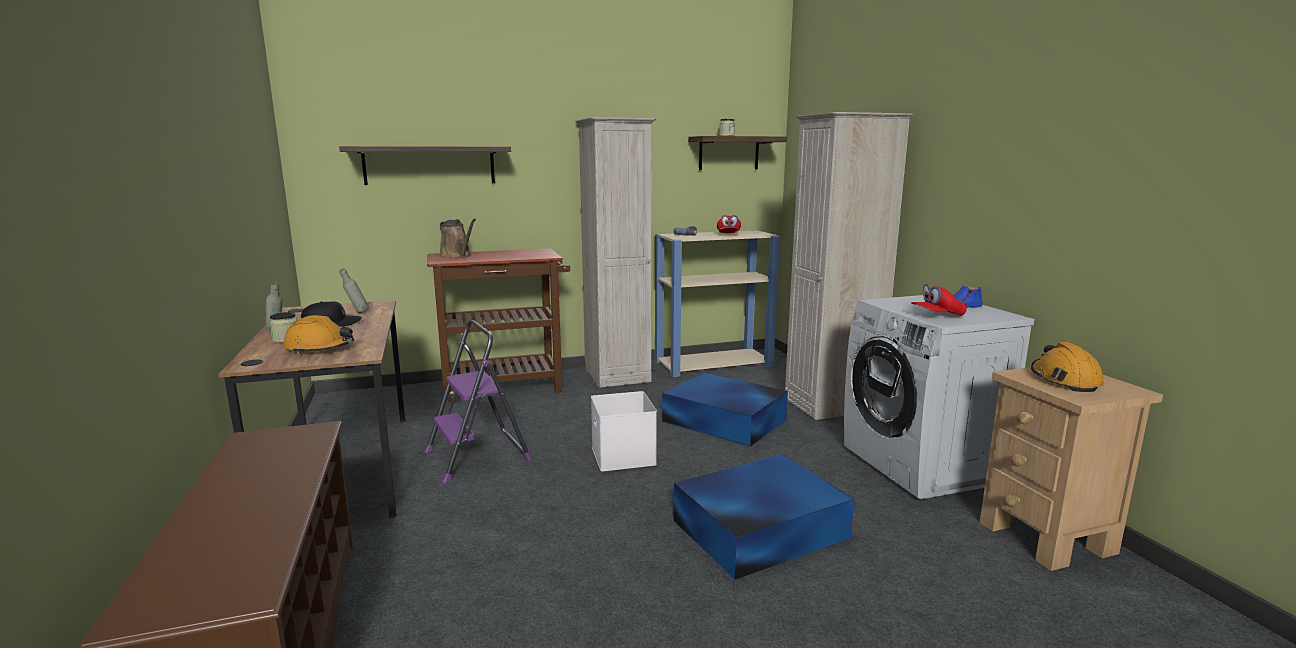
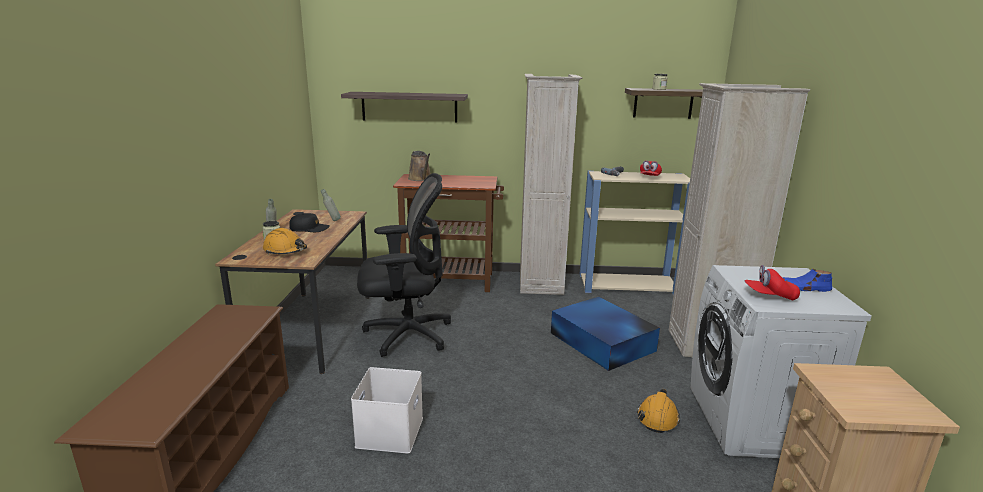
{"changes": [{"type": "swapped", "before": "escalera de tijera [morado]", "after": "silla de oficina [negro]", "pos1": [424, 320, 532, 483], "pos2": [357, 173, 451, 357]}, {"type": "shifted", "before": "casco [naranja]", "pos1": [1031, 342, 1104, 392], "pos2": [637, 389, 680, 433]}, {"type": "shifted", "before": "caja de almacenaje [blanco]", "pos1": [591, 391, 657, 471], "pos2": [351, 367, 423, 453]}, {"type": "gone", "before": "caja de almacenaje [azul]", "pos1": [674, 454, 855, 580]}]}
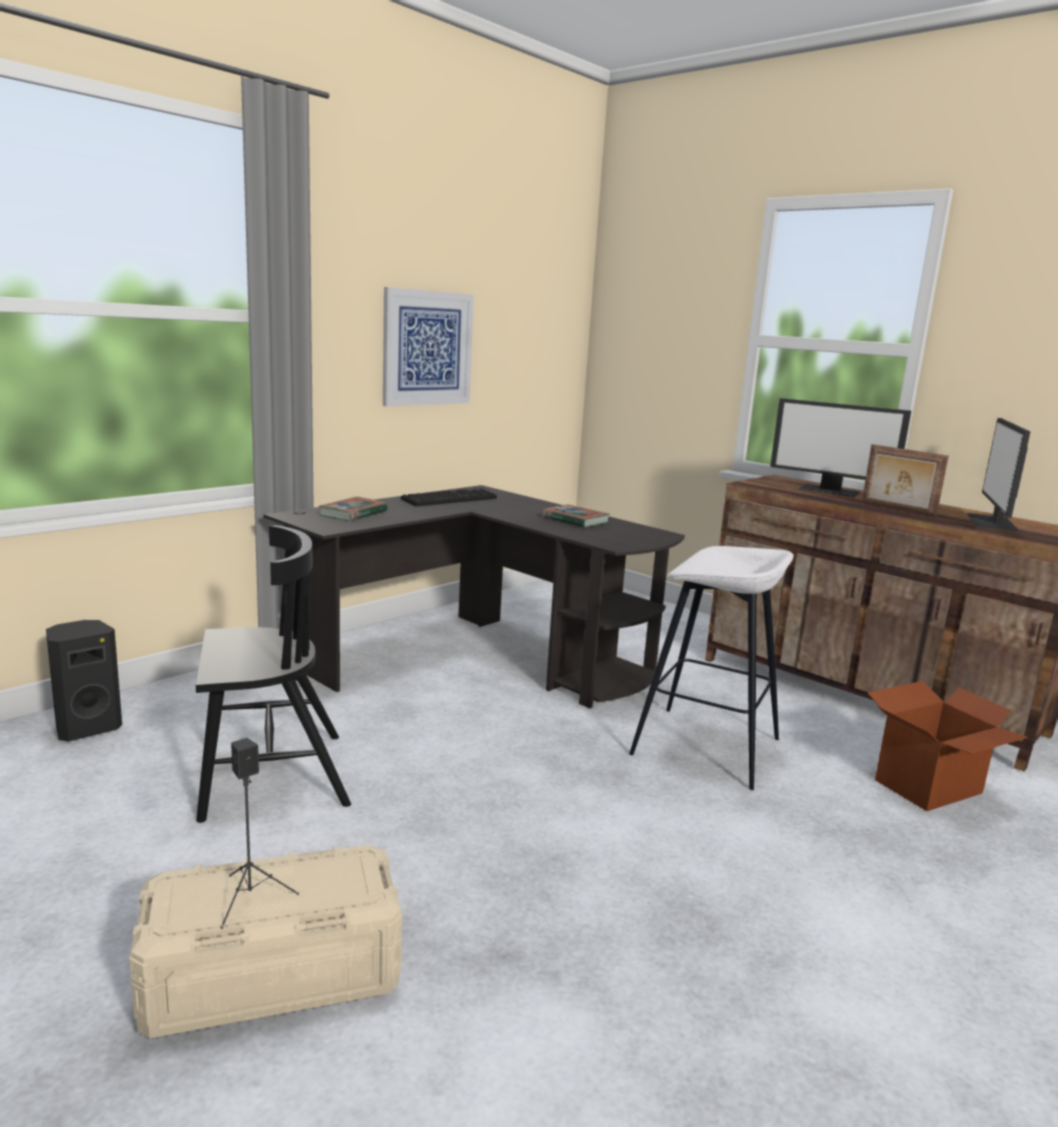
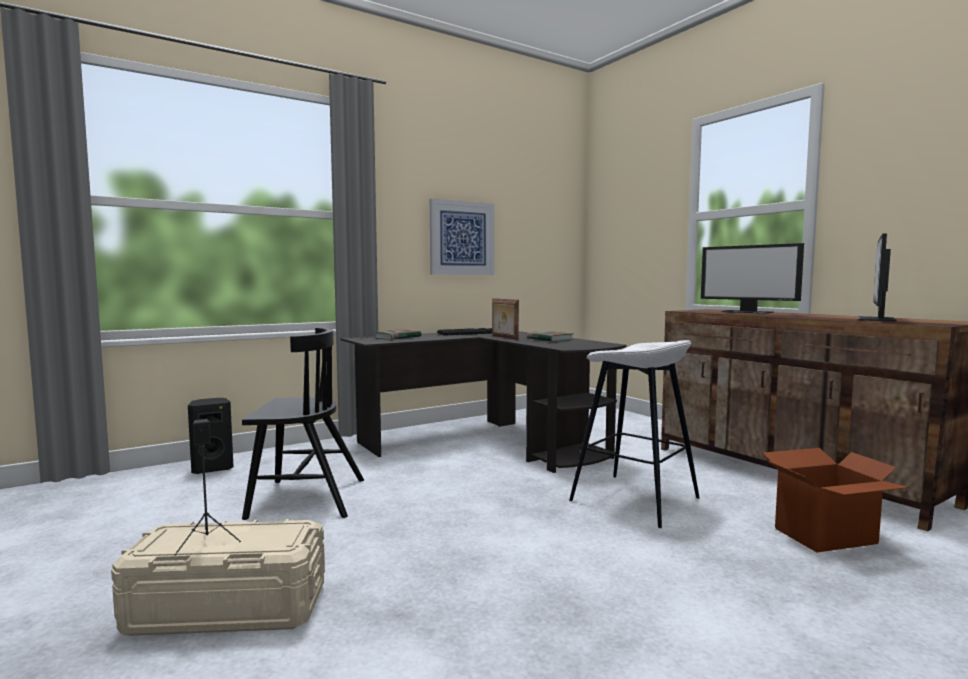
{"changes": [{"type": "shifted", "before": "portarretratos", "pos1": [862, 444, 949, 518], "pos2": [492, 298, 519, 340]}]}
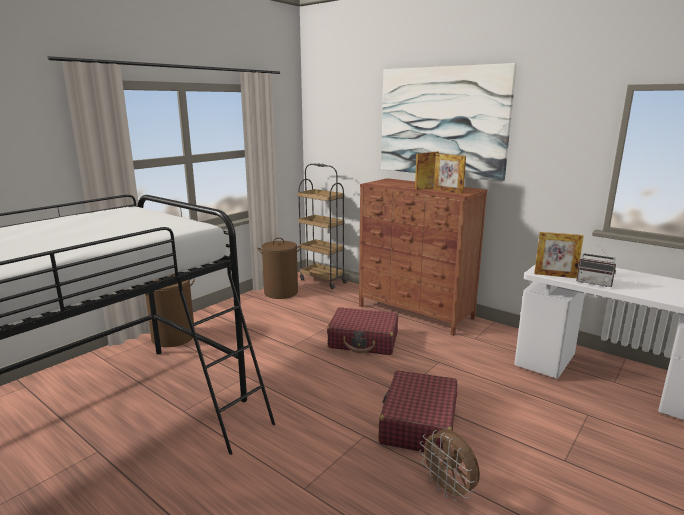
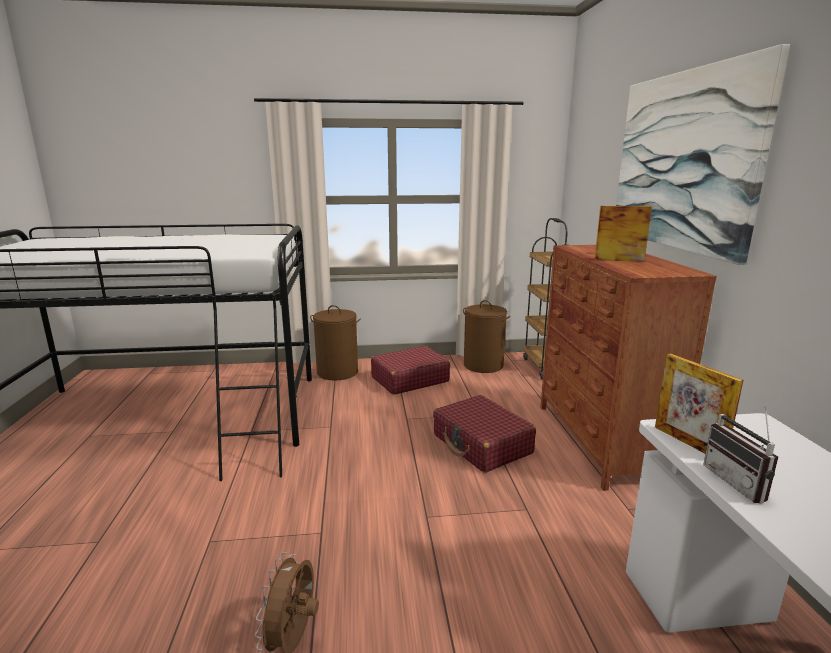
{"changes": [{"type": "gone", "before": "portarretratos", "pos1": [434, 153, 466, 194]}, {"type": "shifted", "before": "maleta [rojo]", "pos1": [379, 370, 457, 452], "pos2": [371, 346, 450, 395]}]}
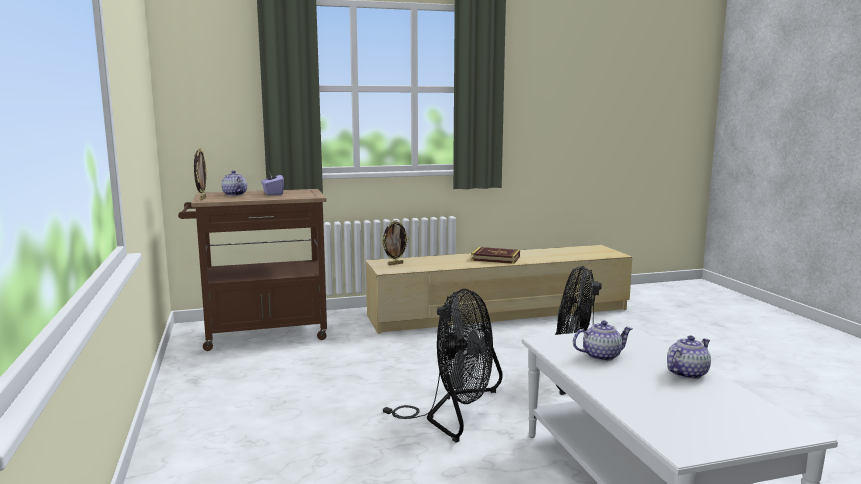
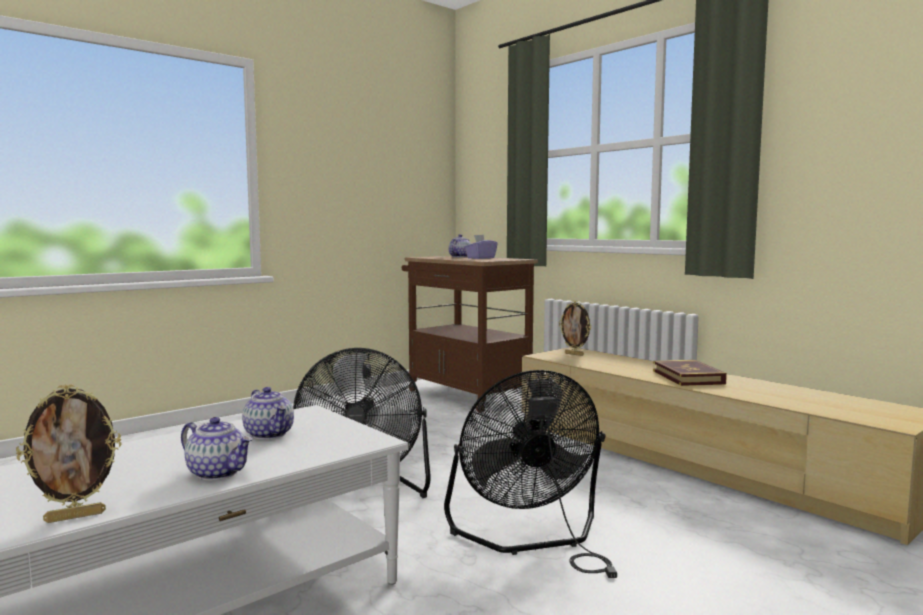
{"changes": [{"type": "shifted", "before": "portarretratos", "pos1": [194, 148, 207, 200], "pos2": [16, 384, 122, 523]}]}
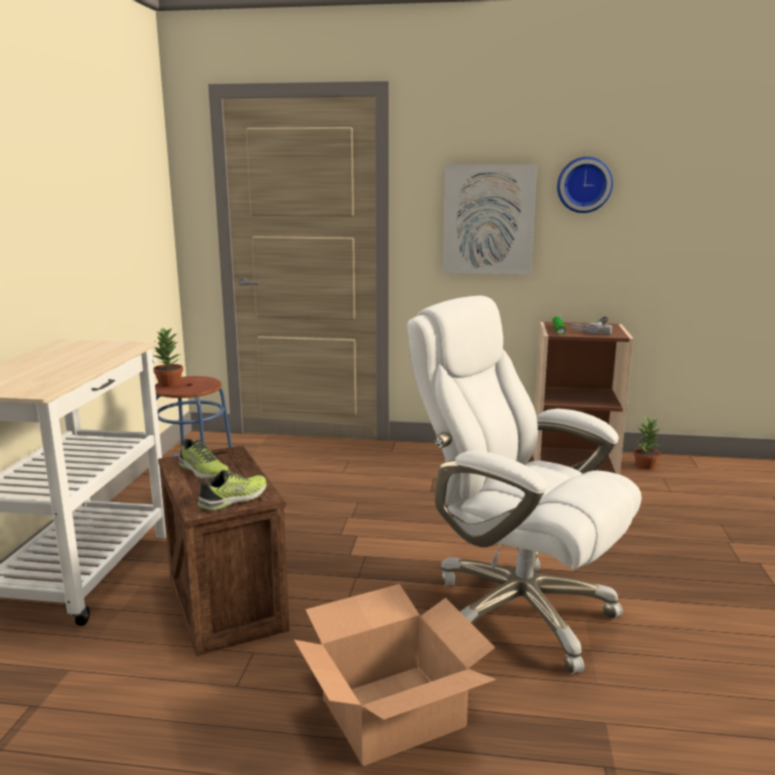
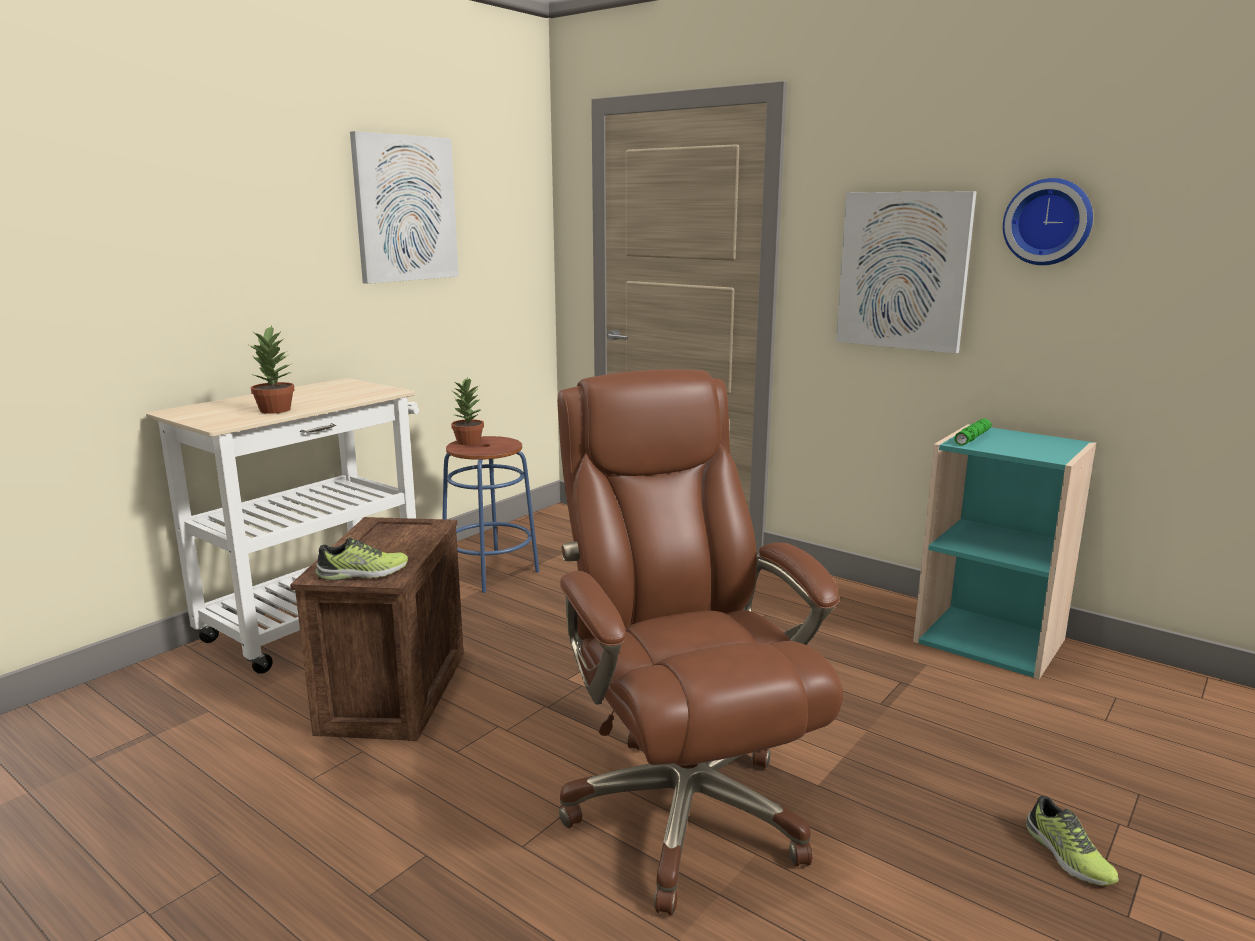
{"changes": [{"type": "repainted", "before": "silla de oficina [blanco]", "after": "silla de oficina [marrón]", "pos1": [407, 296, 642, 674], "pos2": [557, 369, 843, 915]}, {"type": "gone", "before": "martillo", "pos1": [570, 316, 612, 335]}, {"type": "repainted", "before": "estantería [marrón]", "after": "estantería [turquesa]", "pos1": [533, 322, 634, 475], "pos2": [913, 424, 1096, 679]}, {"type": "shifted", "before": "planta en maceta", "pos1": [634, 416, 661, 470], "pos2": [249, 325, 295, 414]}, {"type": "shifted", "before": "zapato", "pos1": [179, 439, 230, 479], "pos2": [1026, 796, 1119, 886]}, {"type": "gone", "before": "caja de cartón", "pos1": [294, 584, 496, 766]}, {"type": "new", "after": "cuadro", "pos2": [350, 131, 459, 284]}]}
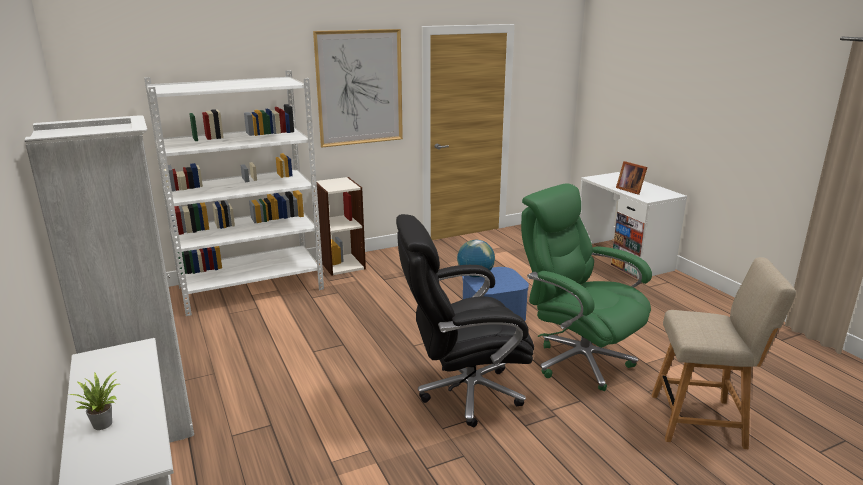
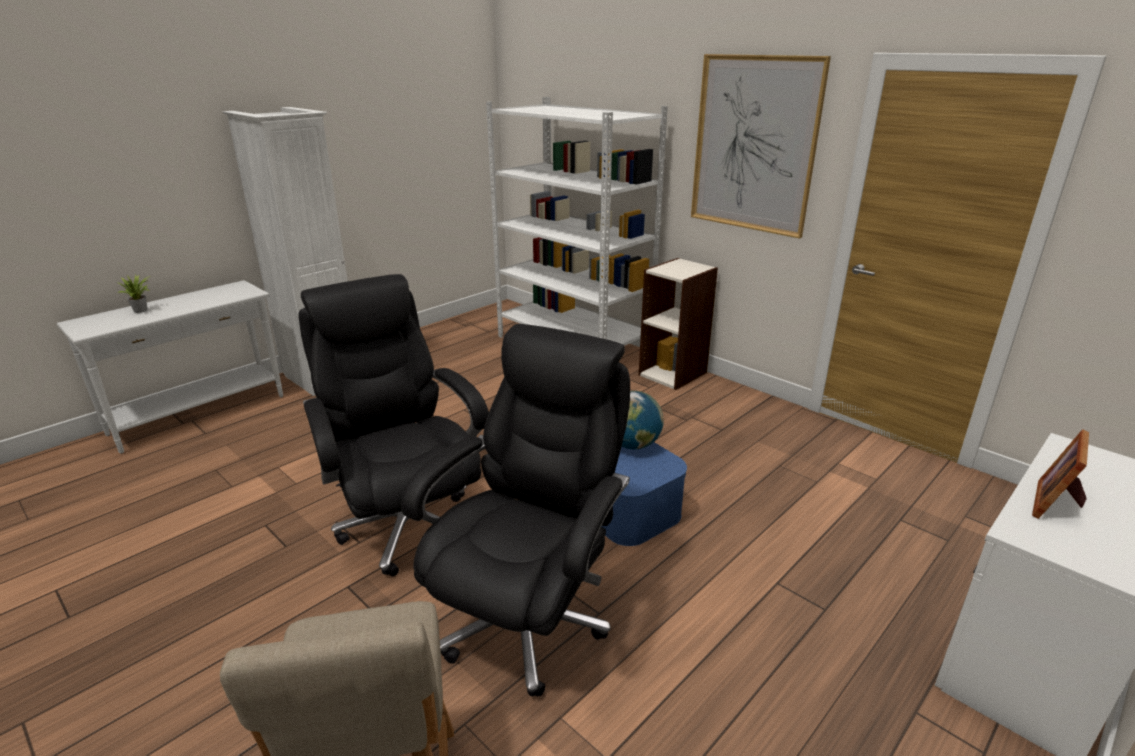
{"changes": [{"type": "repainted", "before": "silla de oficina [verde]", "after": "silla de oficina [negro]", "pos1": [521, 183, 652, 391], "pos2": [401, 324, 630, 697]}]}
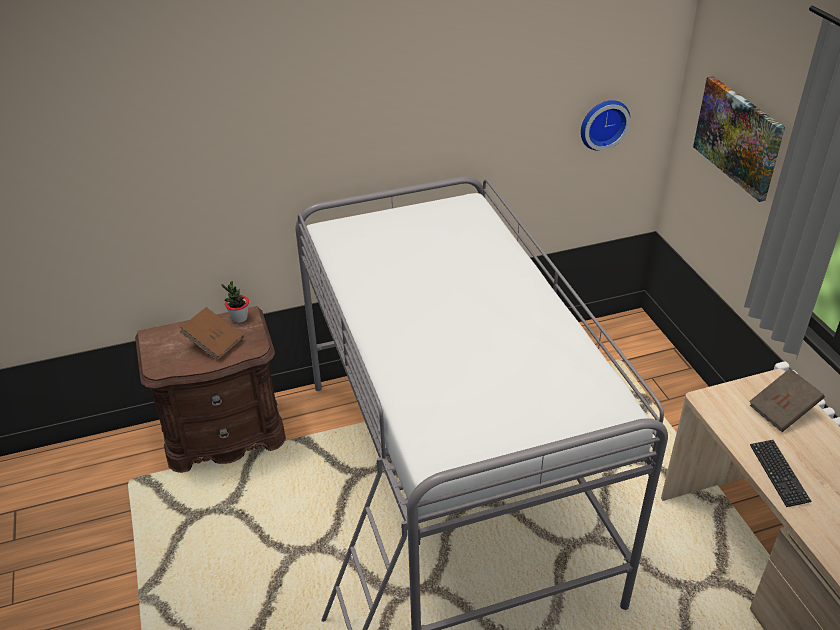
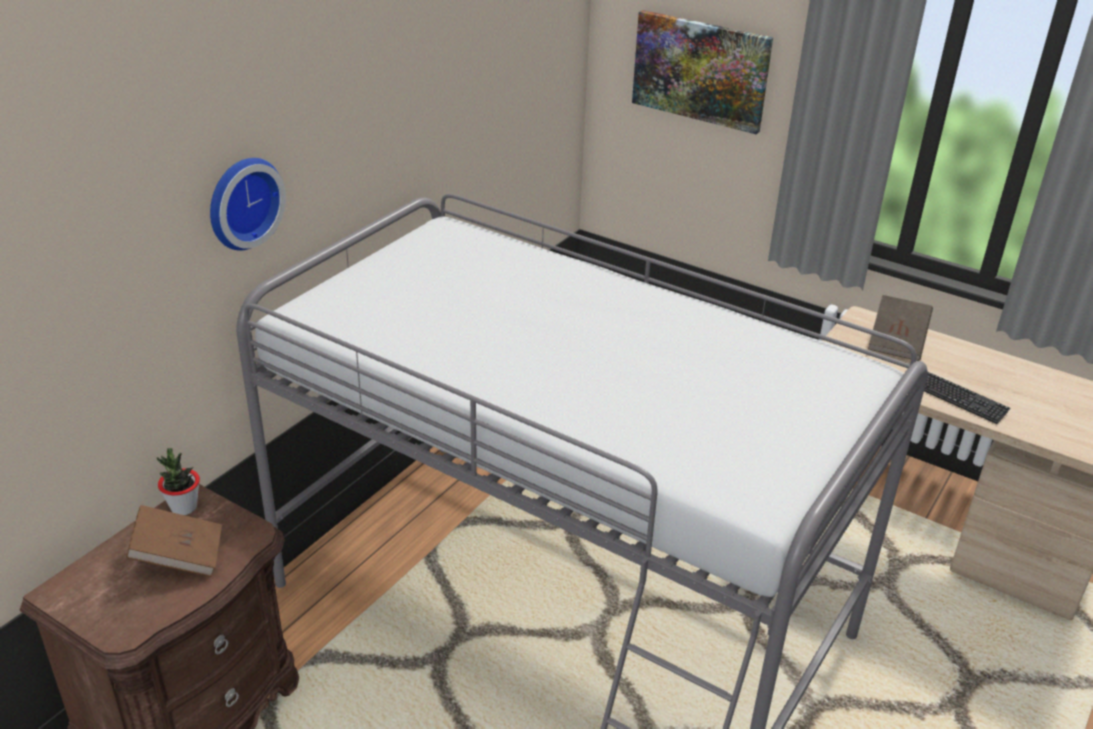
{"changes": [{"type": "shifted", "before": "reloj de pared", "pos1": [581, 100, 630, 151], "pos2": [210, 158, 286, 251]}]}
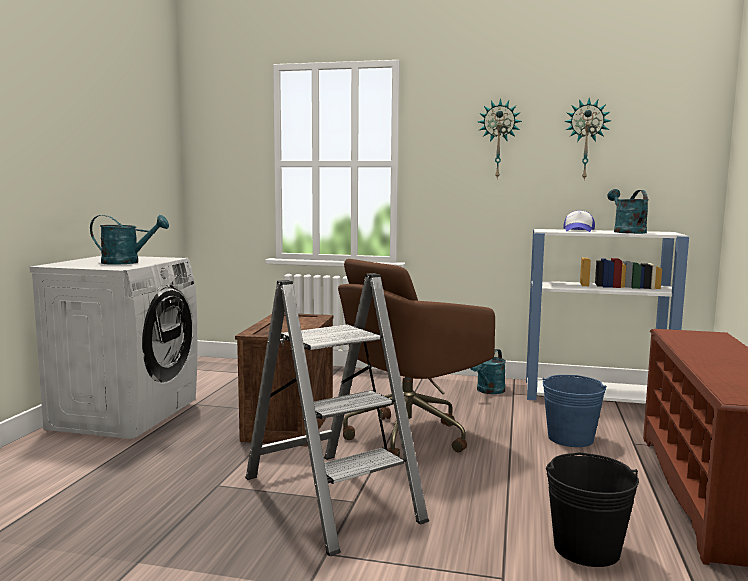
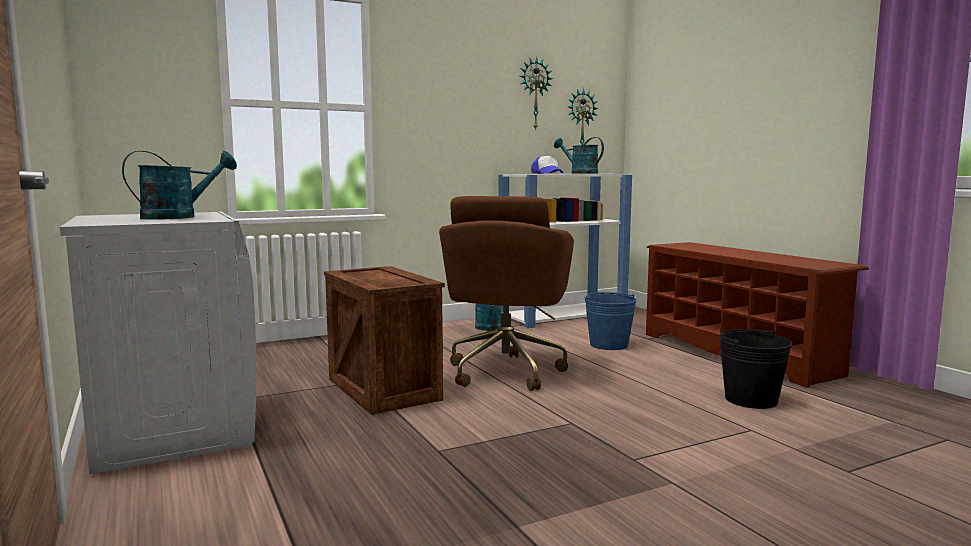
{"changes": [{"type": "shifted", "before": "reloj de pared", "pos1": [478, 99, 522, 179], "pos2": [568, 88, 599, 145]}, {"type": "gone", "before": "escalera de tijera [gris]", "pos1": [245, 273, 429, 556]}]}
